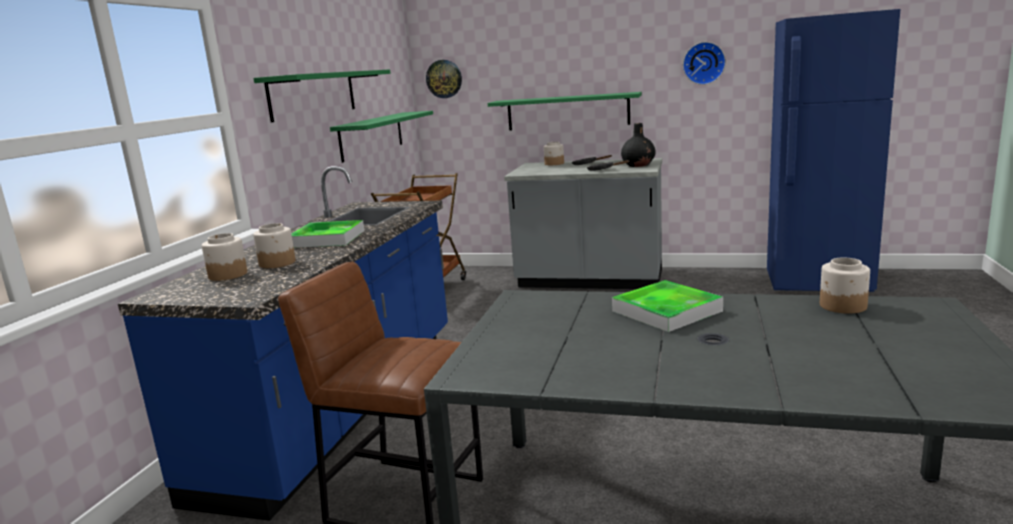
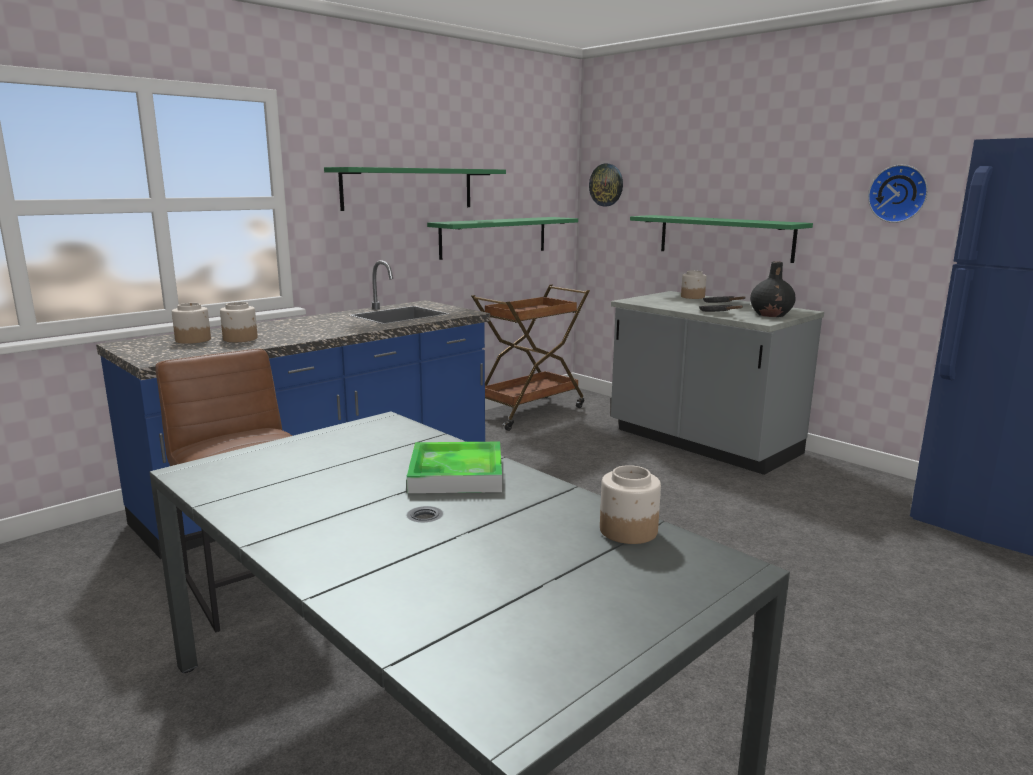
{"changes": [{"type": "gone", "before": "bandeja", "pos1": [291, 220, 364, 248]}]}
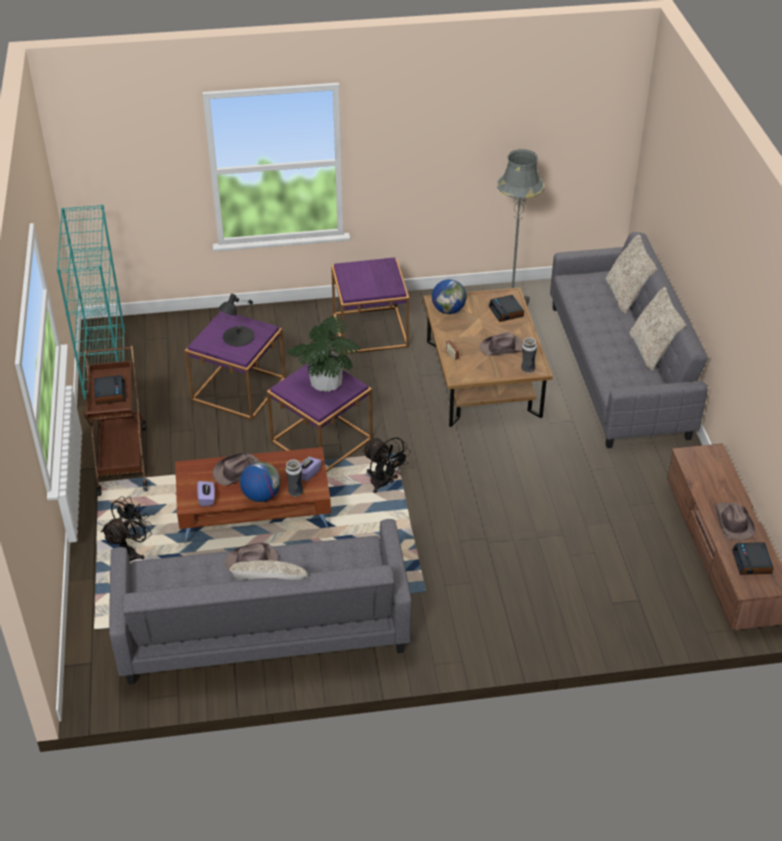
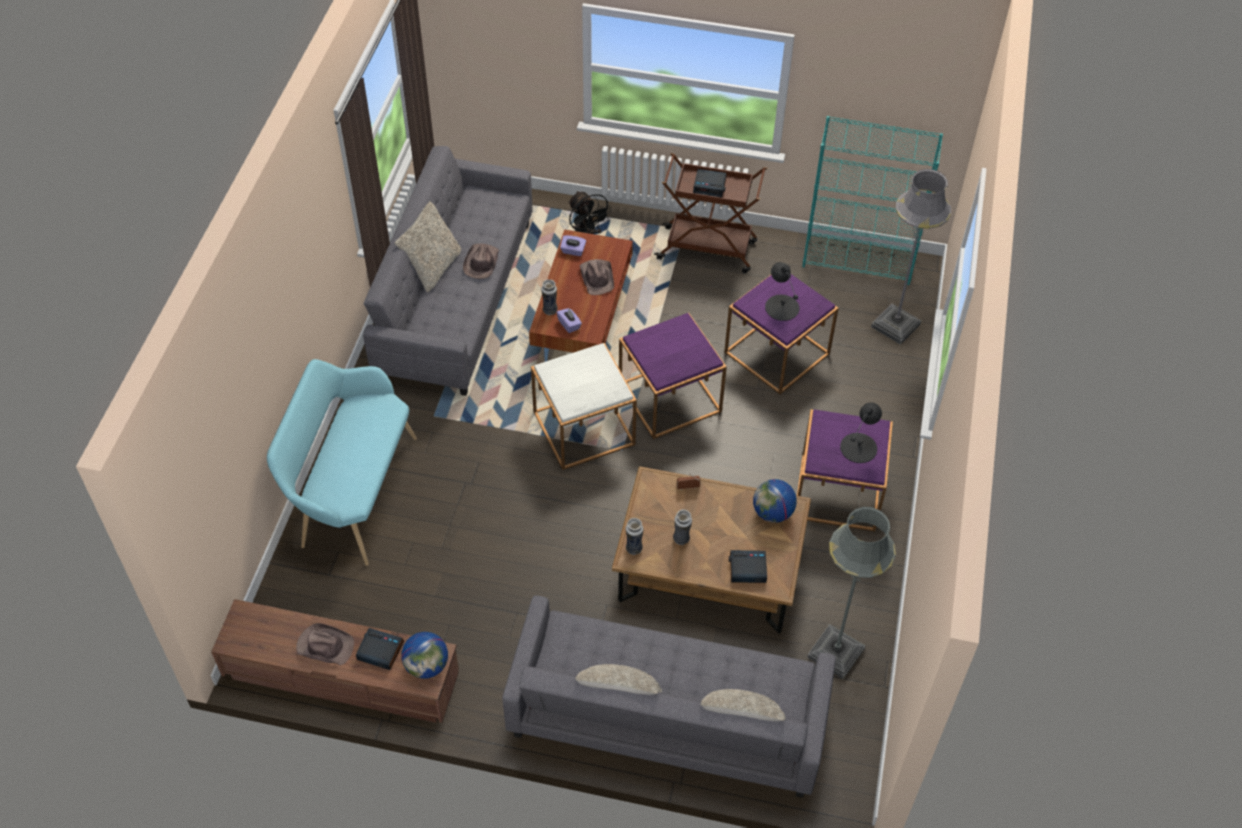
{"changes": [{"type": "gone", "before": "planta en maceta", "pos1": [287, 316, 360, 392]}, {"type": "swapped", "before": "sombrero [marrón]", "after": "florero", "pos1": [479, 332, 524, 356], "pos2": [673, 509, 692, 545]}, {"type": "swapped", "before": "ventilador [negro]", "after": "mesa auxiliar [blanco]", "pos1": [362, 437, 411, 493], "pos2": [531, 343, 637, 470]}, {"type": "shifted", "before": "globo terráqueo", "pos1": [240, 461, 281, 502], "pos2": [401, 632, 448, 679]}, {"type": "shifted", "before": "despertador", "pos1": [732, 542, 774, 575], "pos2": [356, 628, 404, 670]}, {"type": "new", "after": "lámpara de pie [gris]", "pos2": [871, 169, 951, 345]}, {"type": "new", "after": "banco [turquesa]", "pos2": [267, 359, 417, 566]}, {"type": "new", "after": "lámpara de mesa [negro]", "pos2": [840, 403, 882, 463]}]}
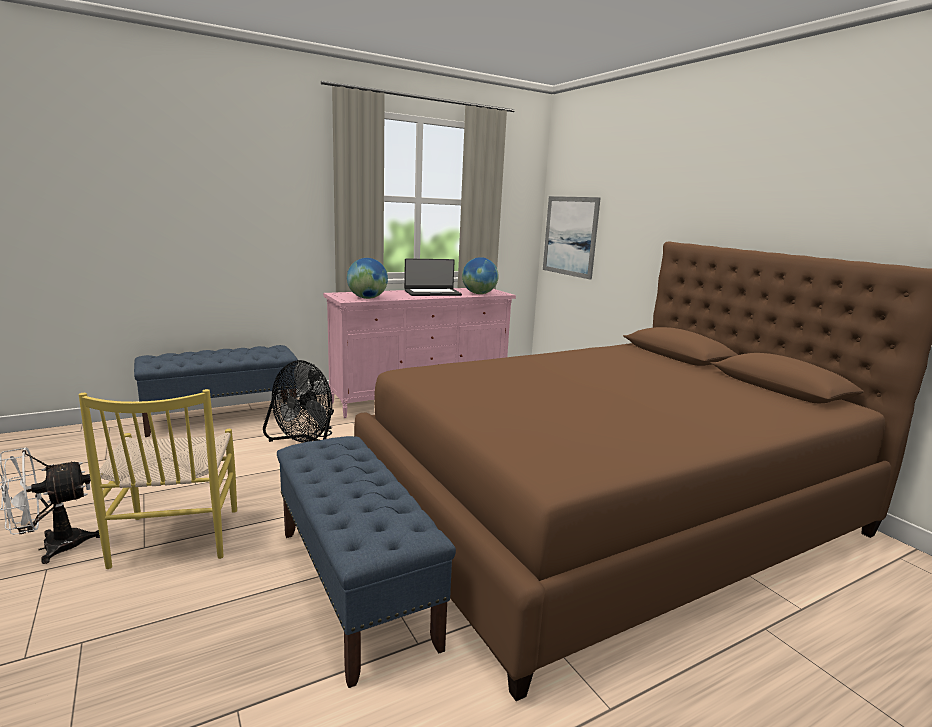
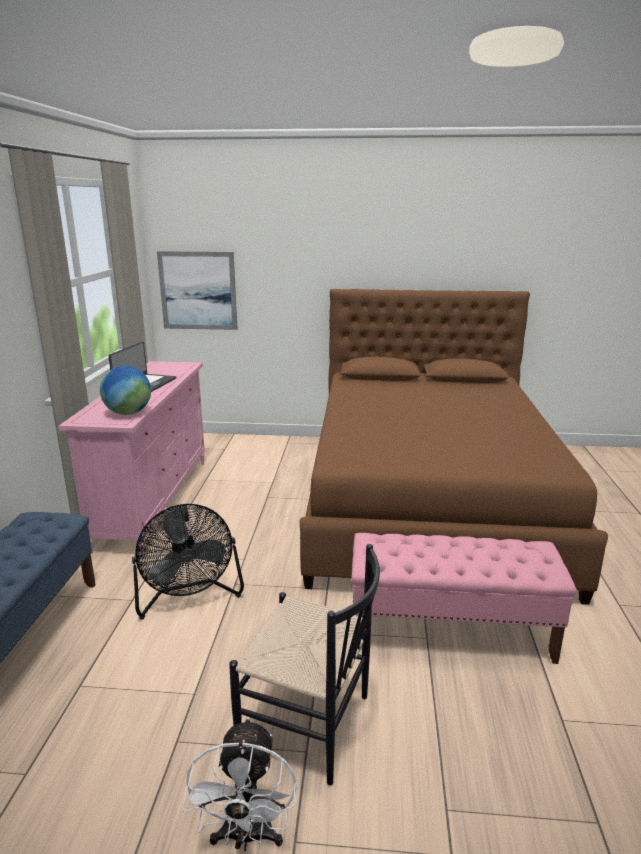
{"changes": [{"type": "gone", "before": "globo terráqueo", "pos1": [462, 257, 499, 294]}, {"type": "repainted", "before": "silla [amarillo]", "after": "silla [negro]", "pos1": [79, 389, 237, 569], "pos2": [229, 544, 380, 785]}, {"type": "repainted", "before": "banco [azul]", "after": "banco [rosa]", "pos1": [277, 436, 456, 688], "pos2": [351, 533, 577, 664]}]}
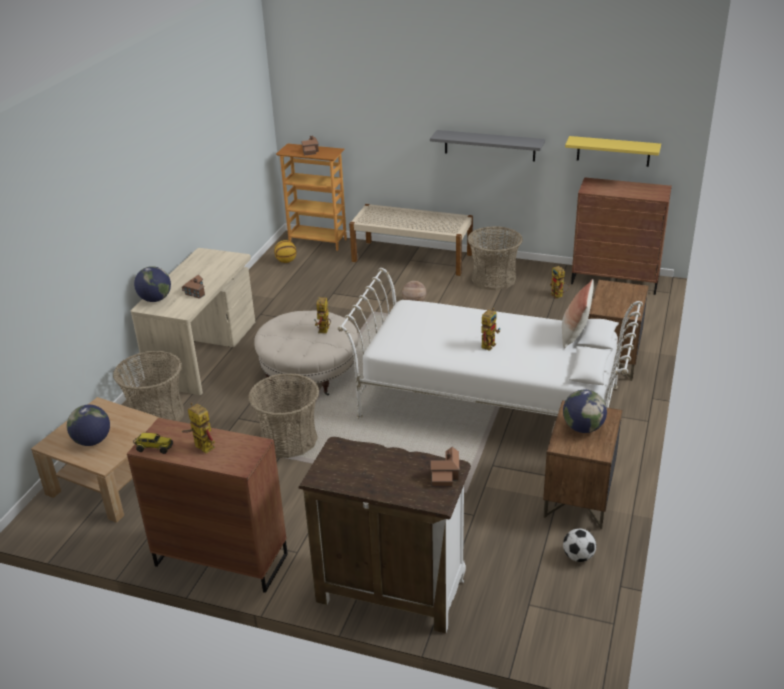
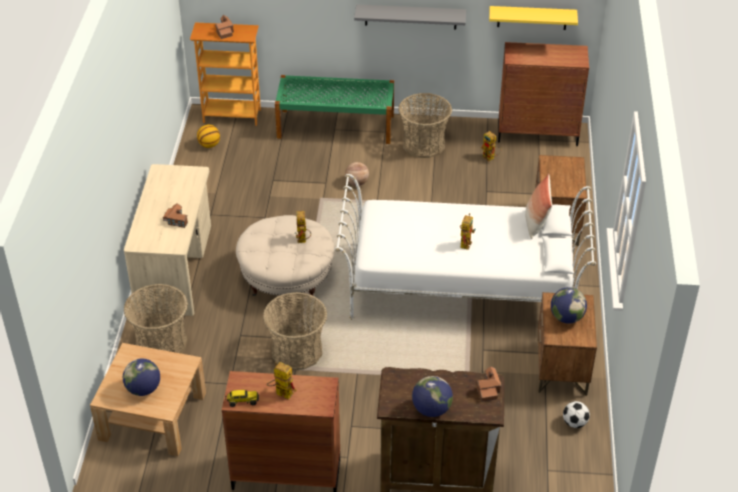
{"changes": [{"type": "repainted", "before": "banco [beis]", "after": "banco [verde]", "pos1": [349, 204, 473, 276], "pos2": [275, 75, 394, 144]}, {"type": "shifted", "before": "globo terráqueo", "pos1": [134, 266, 171, 302], "pos2": [412, 376, 453, 417]}]}
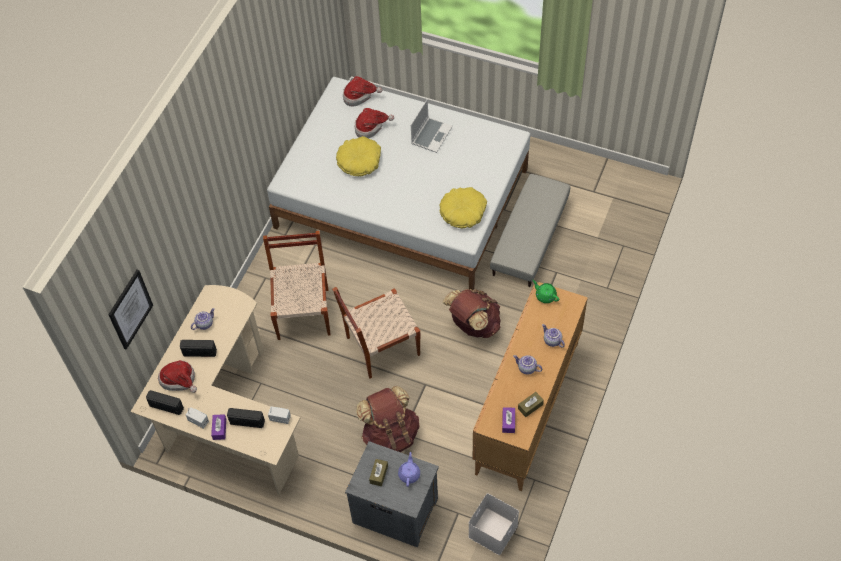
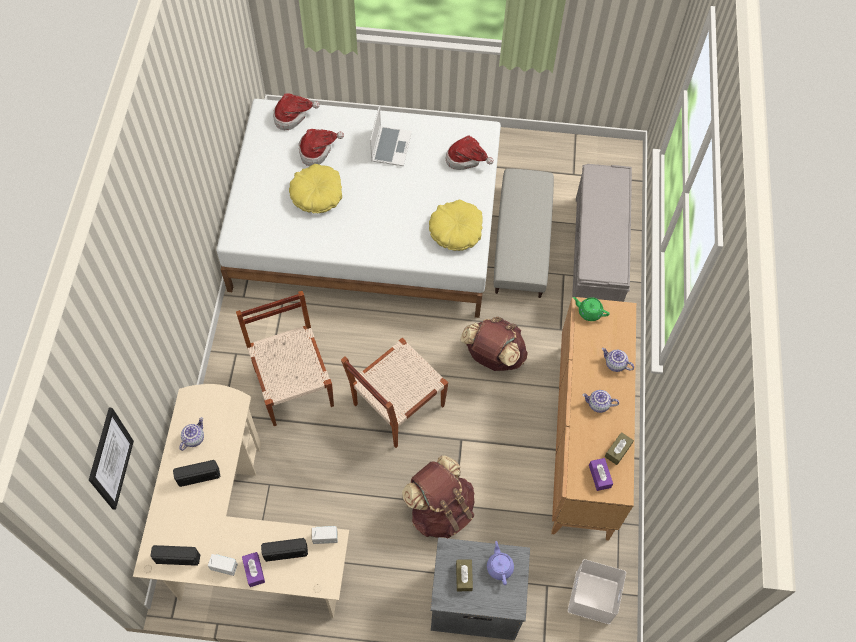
{"changes": [{"type": "shifted", "before": "sombrero", "pos1": [158, 360, 197, 393], "pos2": [446, 135, 494, 170]}, {"type": "new", "after": "banco [gris]", "pos2": [572, 164, 632, 302]}]}
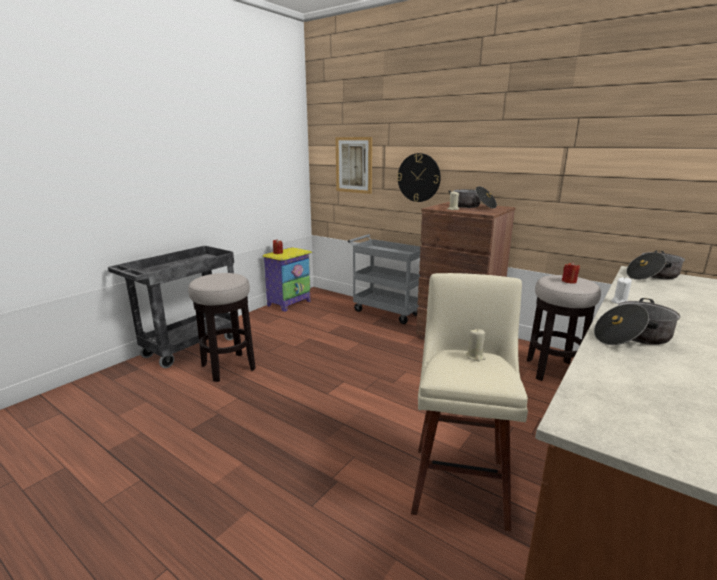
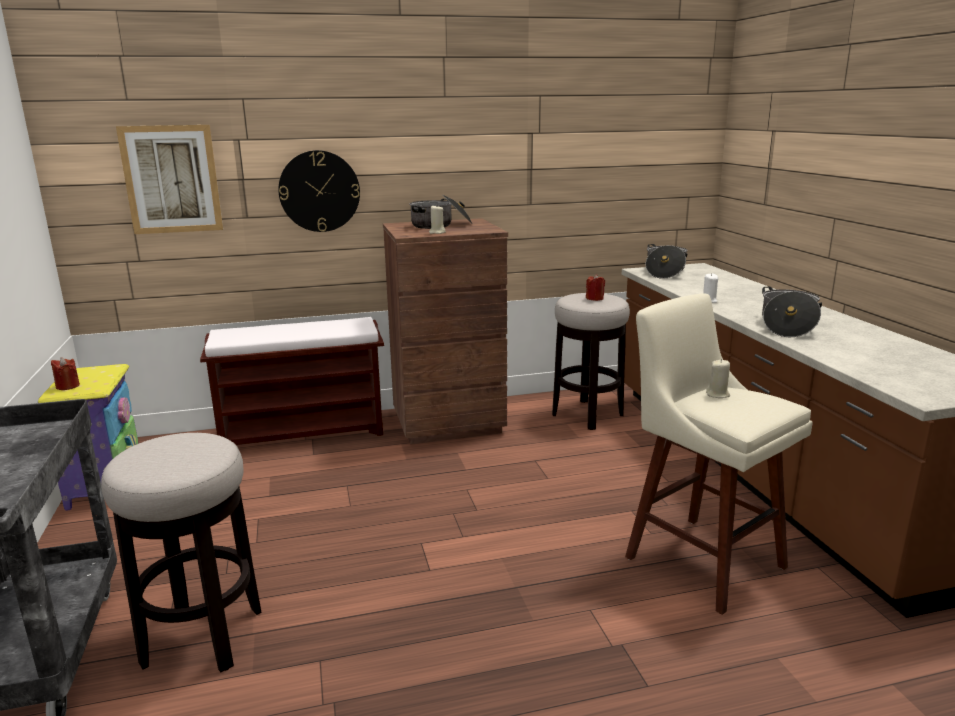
{"changes": [{"type": "swapped", "before": "carrito [gris]", "after": "banco [marrón]", "pos1": [348, 234, 420, 324], "pos2": [200, 317, 384, 446]}]}
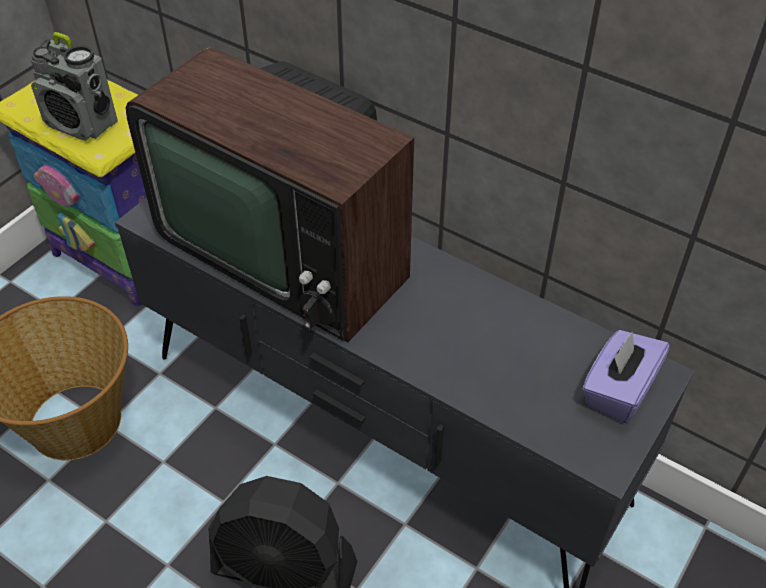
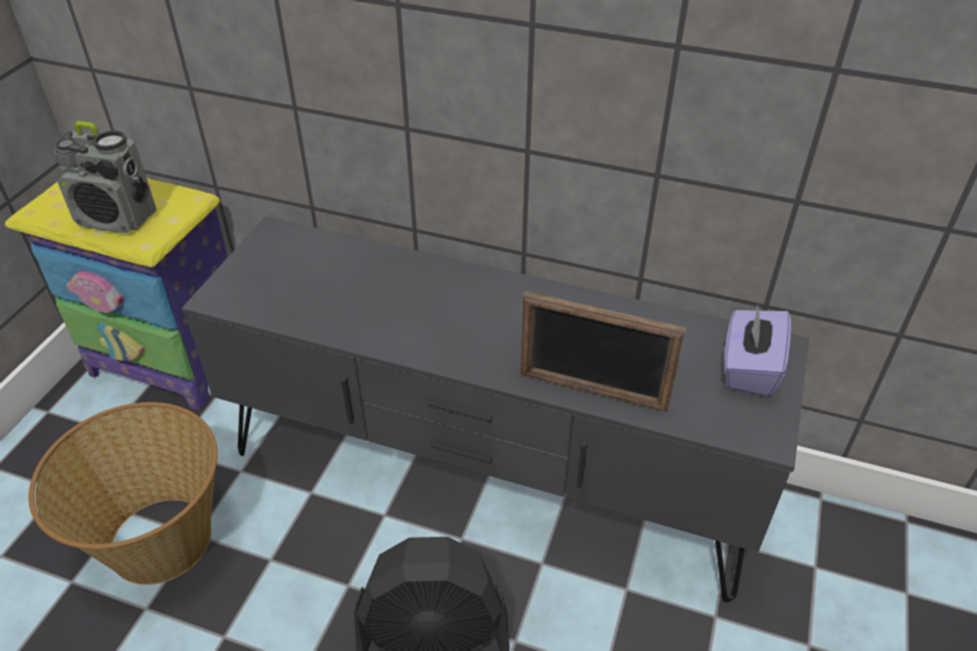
{"changes": [{"type": "gone", "before": "televisor", "pos1": [126, 48, 414, 343]}, {"type": "new", "after": "portarretratos", "pos2": [520, 291, 686, 411]}]}
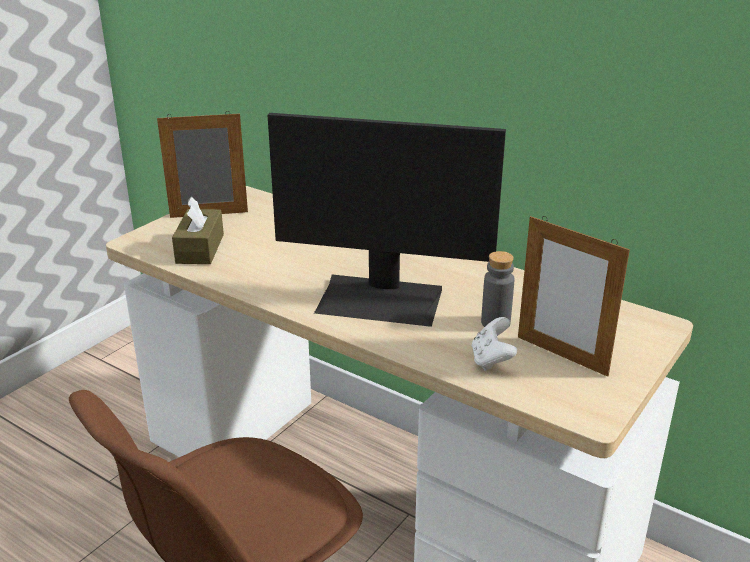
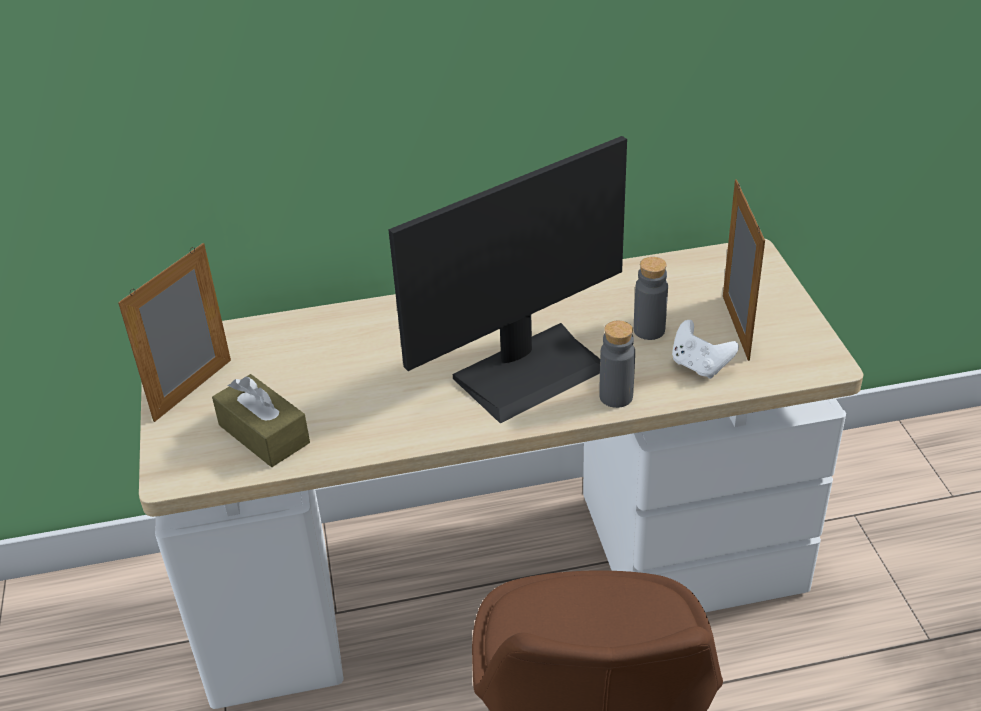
{"changes": [{"type": "rotated", "before": "portarretratos", "pos1": [518, 216, 630, 377], "pos2": [723, 180, 765, 361], "turn": -90}, {"type": "new", "after": "botella [gris]", "pos2": [599, 321, 635, 408]}]}
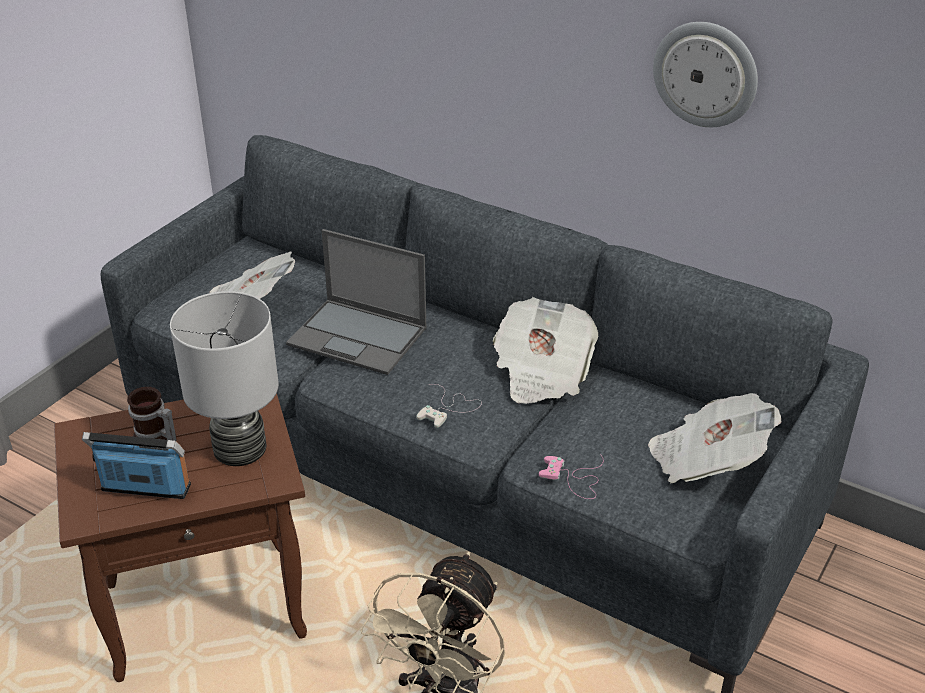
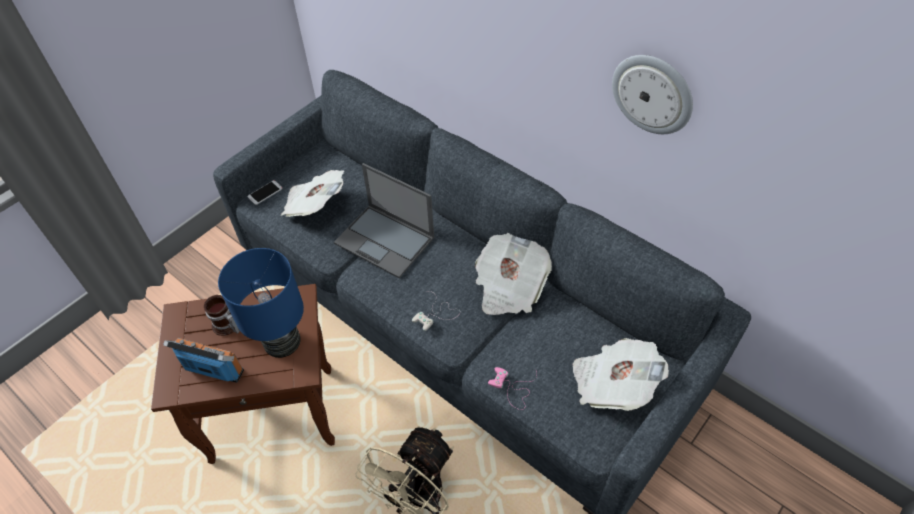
{"changes": [{"type": "repainted", "before": "lámpara de mesa [gris]", "after": "lámpara de mesa [azul]", "pos1": [170, 291, 279, 466], "pos2": [218, 248, 304, 358]}, {"type": "new", "after": "móvil", "pos2": [247, 180, 283, 205]}]}
